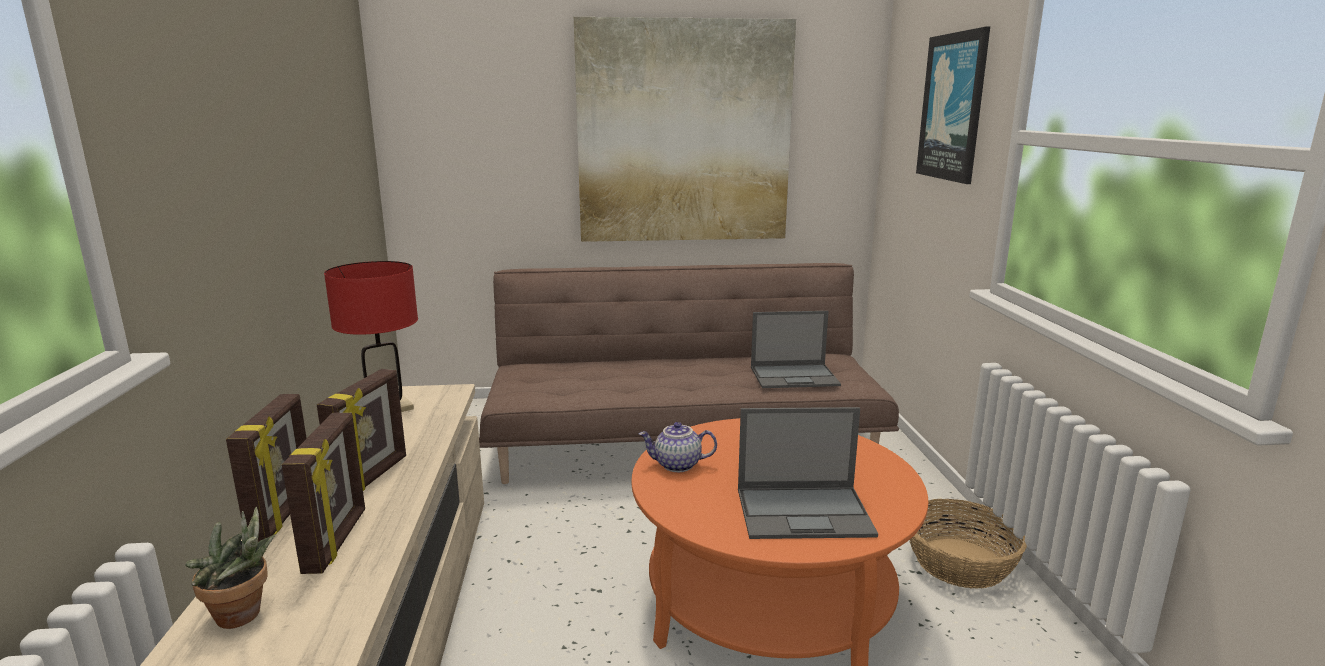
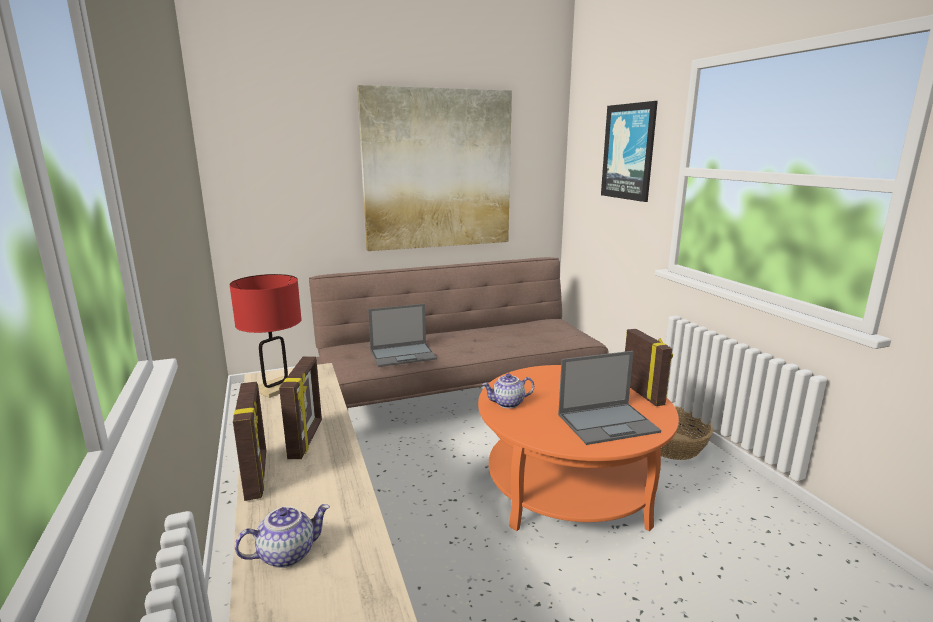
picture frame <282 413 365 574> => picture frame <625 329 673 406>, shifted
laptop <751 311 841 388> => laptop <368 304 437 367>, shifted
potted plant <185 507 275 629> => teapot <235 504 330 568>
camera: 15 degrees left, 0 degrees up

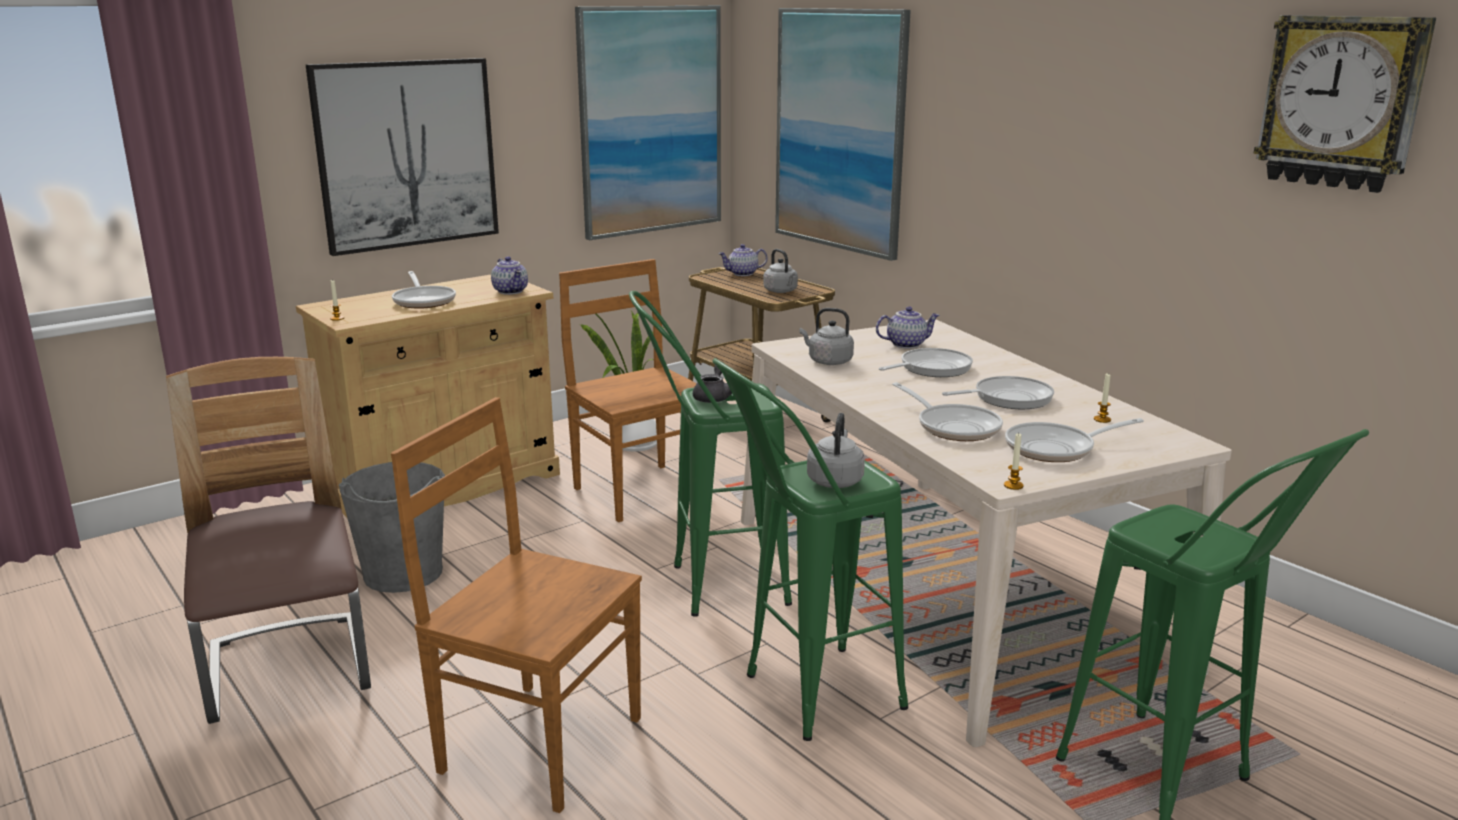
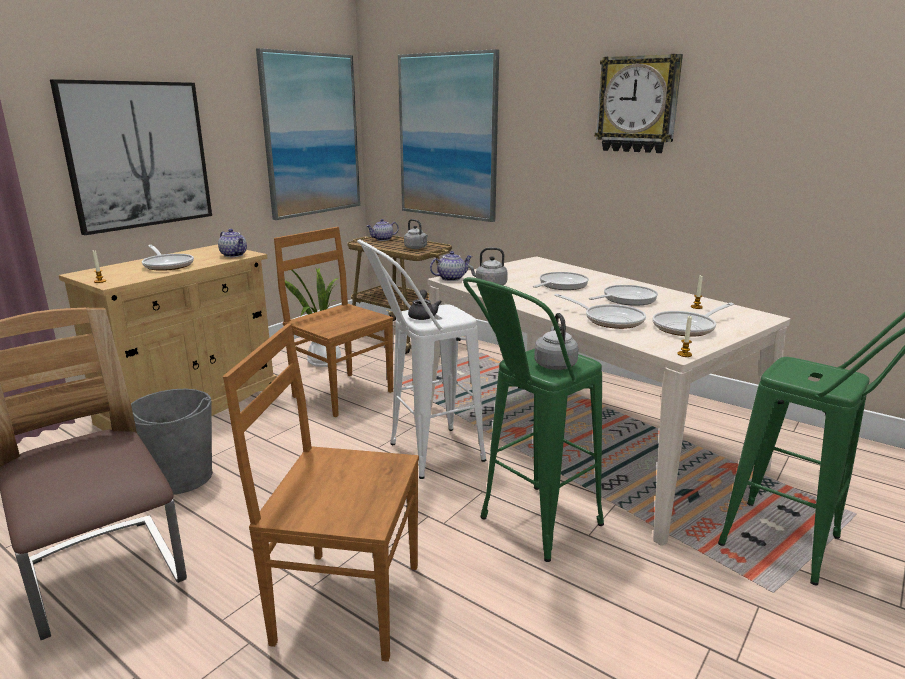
teapot <876 306 940 349> => teapot <430 251 472 281>, shifted
wall clock <1254 15 1436 193> => wall clock <595 54 683 153>, shifted
green stool <629 291 792 617> => white stool <357 239 486 479>
camera: 15 degrees left, 0 degrees up

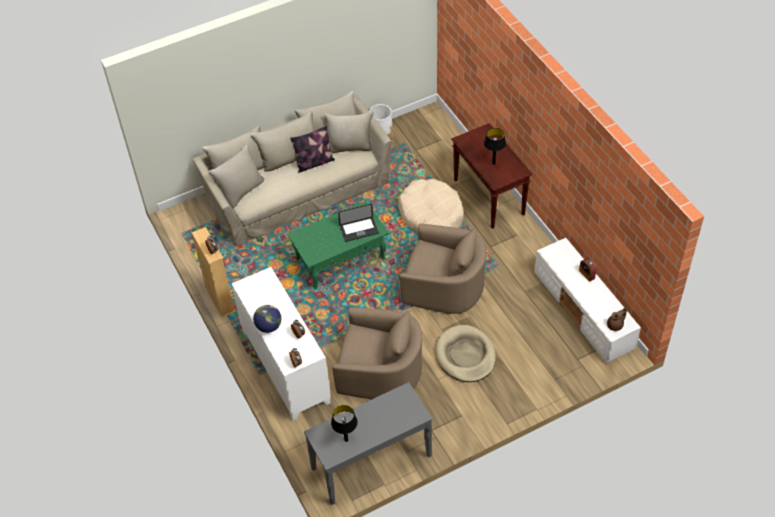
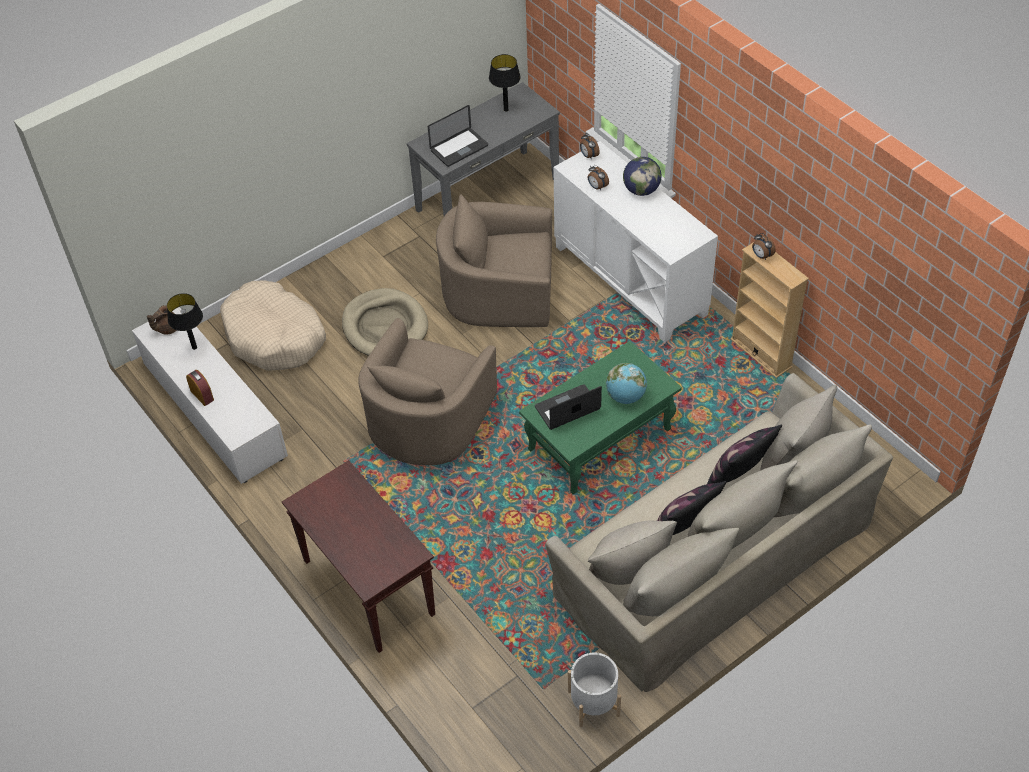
nothing => laptop <428 105 488 167>
nothing => globe <606 363 647 404>
nothing => pillow <707 425 782 484>
beige dog bed <398 179 464 233> => beige dog bed <220 280 326 371>, shifted
black table lamp <484 128 506 165> => black table lamp <167 293 203 350>, shifted
beige armchair <399 224 486 314> => beige armchair <358 318 497 465>, 75 degrees counterclockwise
camera: 170 degrees right, 0 degrees up

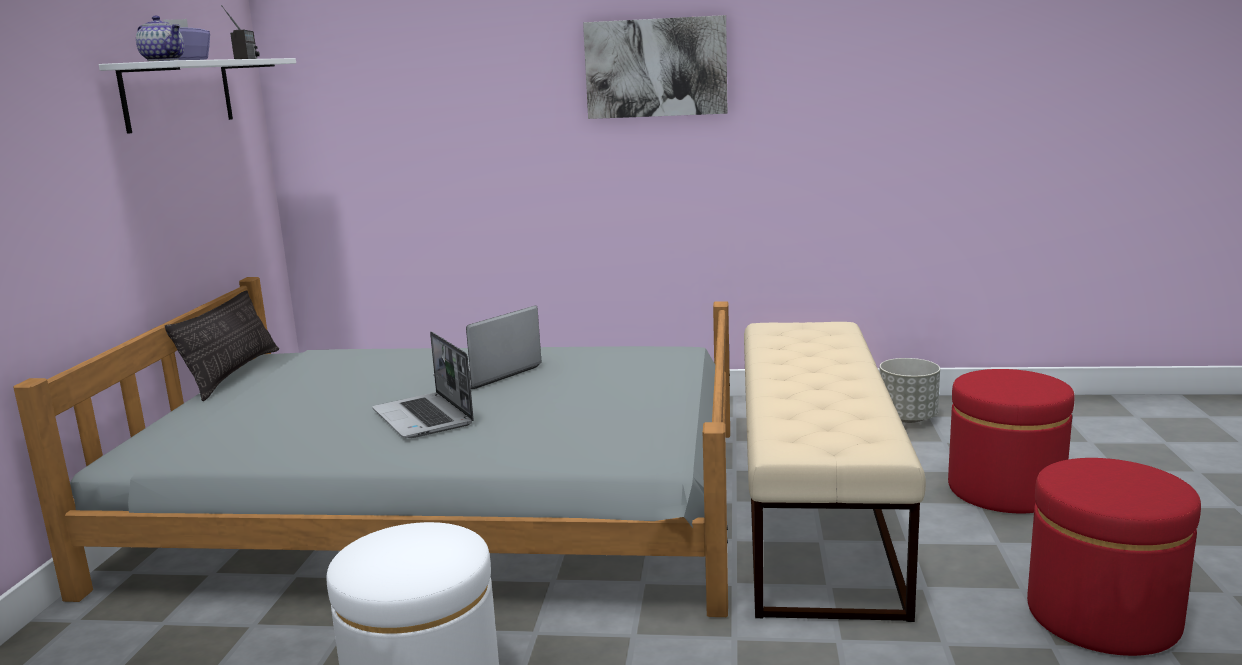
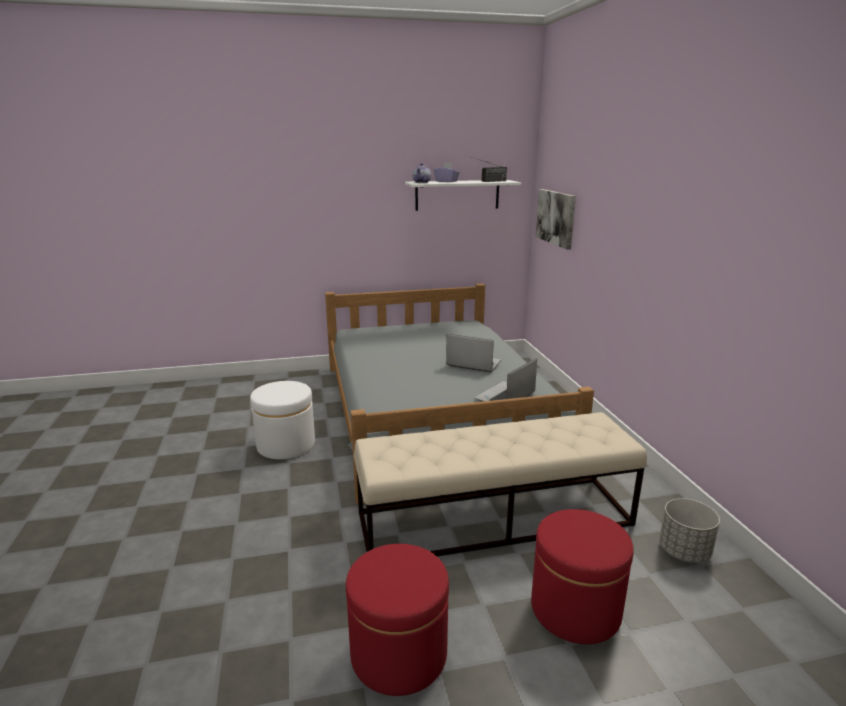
pillow <165 291 279 401> => nothing
laptop <372 331 474 438> => laptop <474 358 537 402>, shifted
picture <583 15 728 119> => picture <536 189 576 250>, shifted
camera: 70 degrees right, 5 degrees up

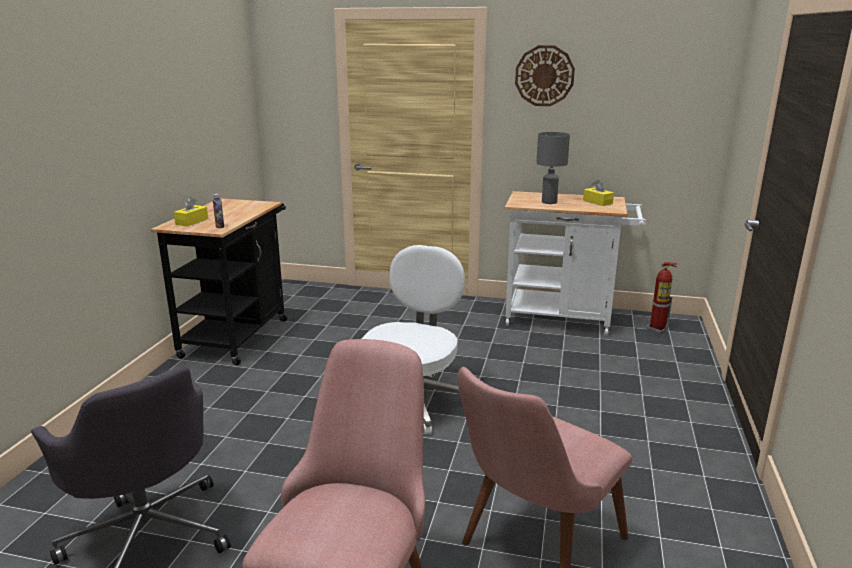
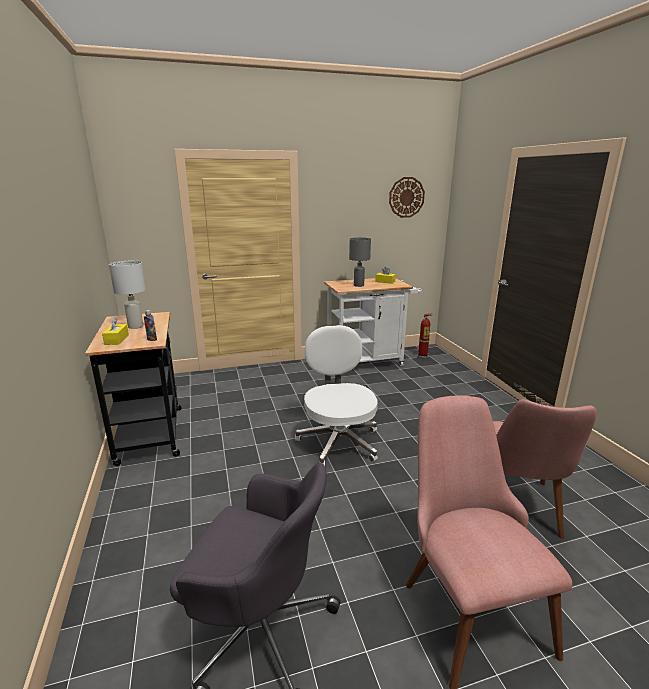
nothing => white table lamp <109 261 146 329>
wall clock <515 45 575 106> => wall clock <389 177 425 218>, shifted
camera: 30 degrees left, 0 degrees up

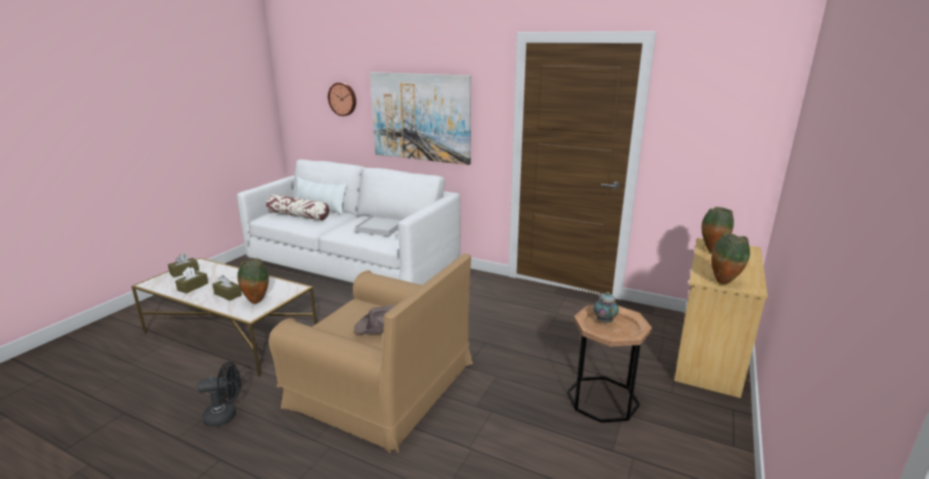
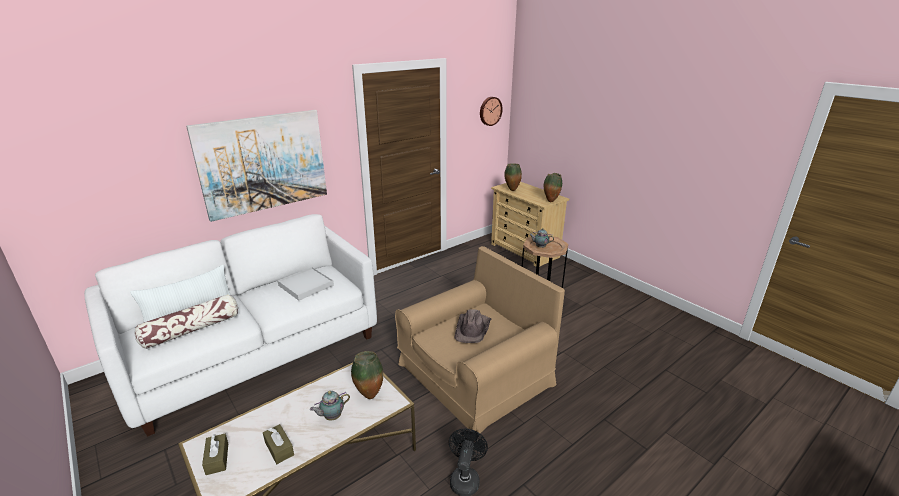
wall clock <328 82 356 116> => wall clock <480 97 503 126>, shifted
brown tissue box <212 275 242 301> => teapot <310 391 350 421>
camera: 65 degrees left, 5 degrees up

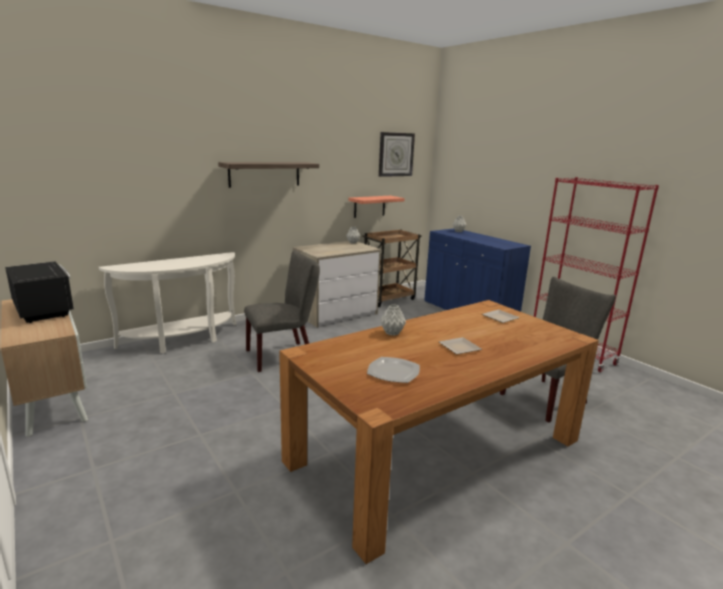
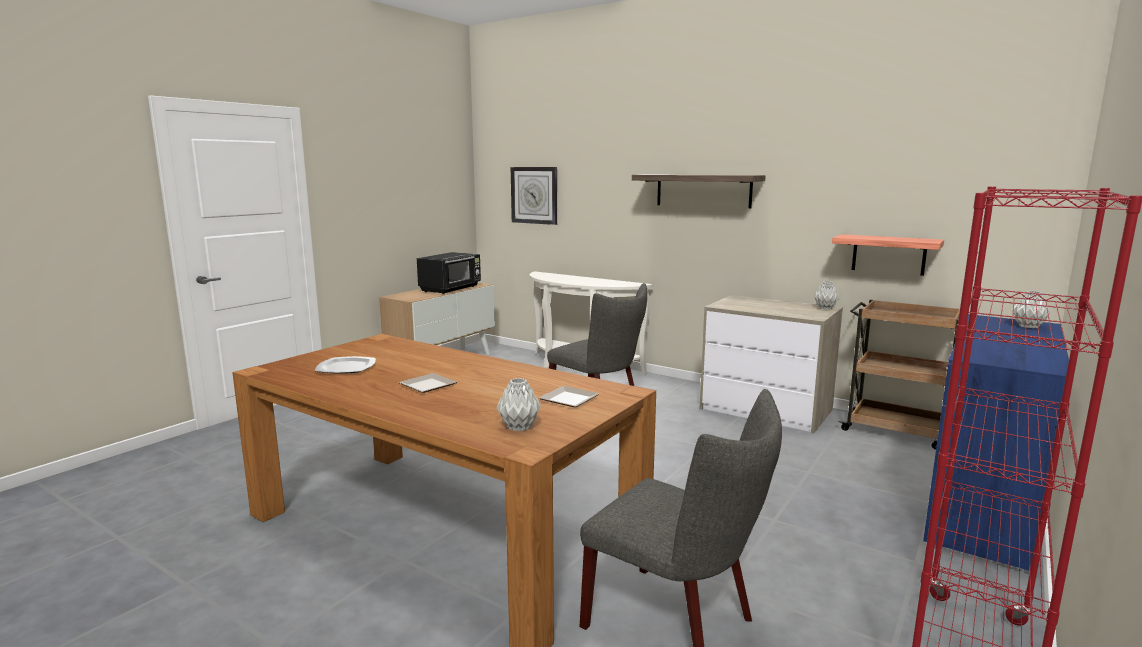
wall clock <379 132 415 177> => wall clock <511 167 557 225>, shifted
grey vase <380 304 406 336> => grey vase <497 378 541 431>, shifted
camera: 70 degrees right, 5 degrees down

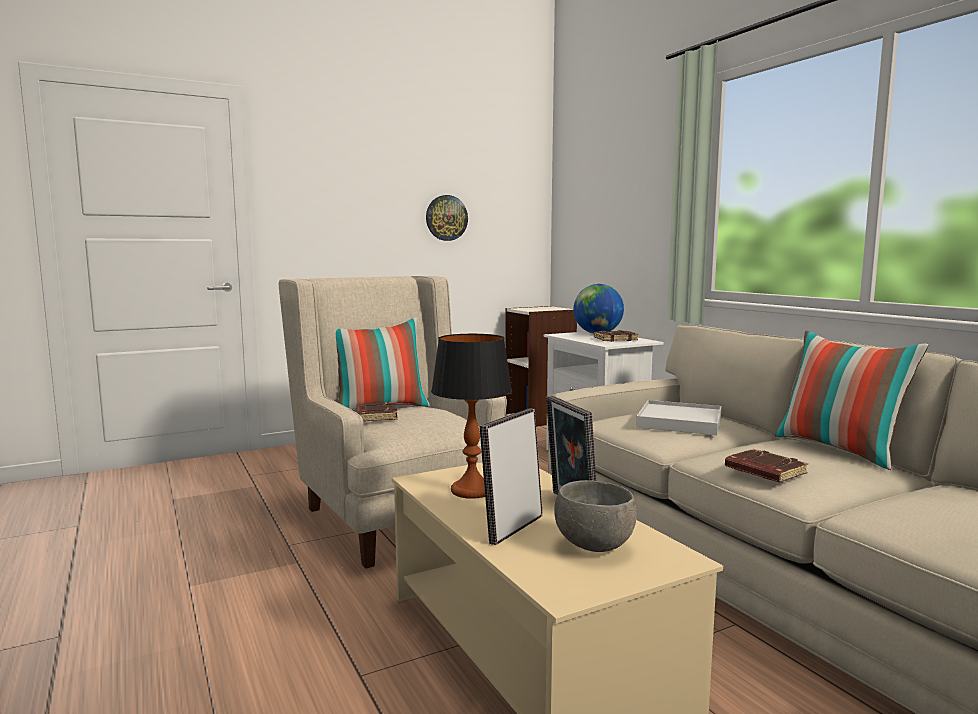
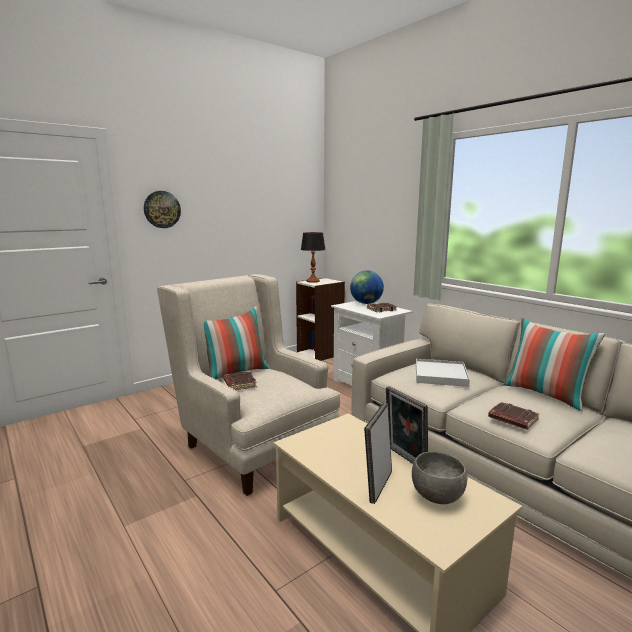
wall clock <426 195 468 241> => wall clock <144 191 181 228>, shifted
table lamp <431 334 512 499> => table lamp <301 232 326 283>, shifted
camera: 10 degrees left, 5 degrees up

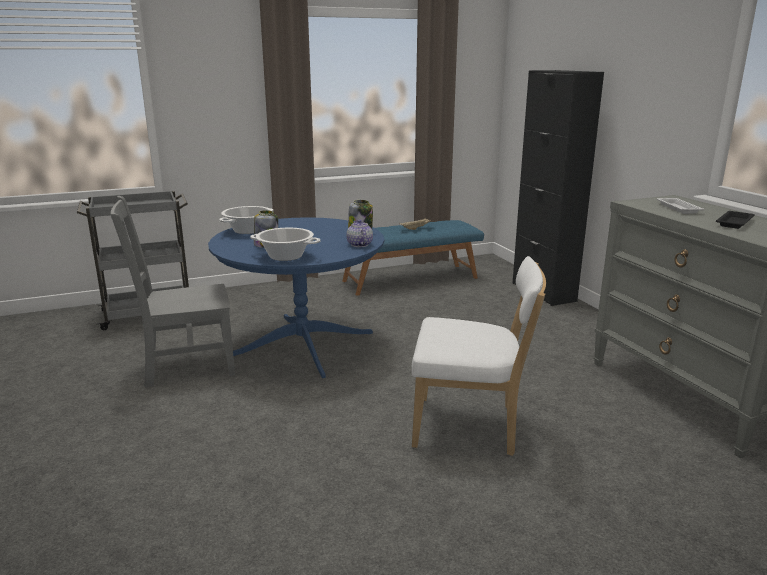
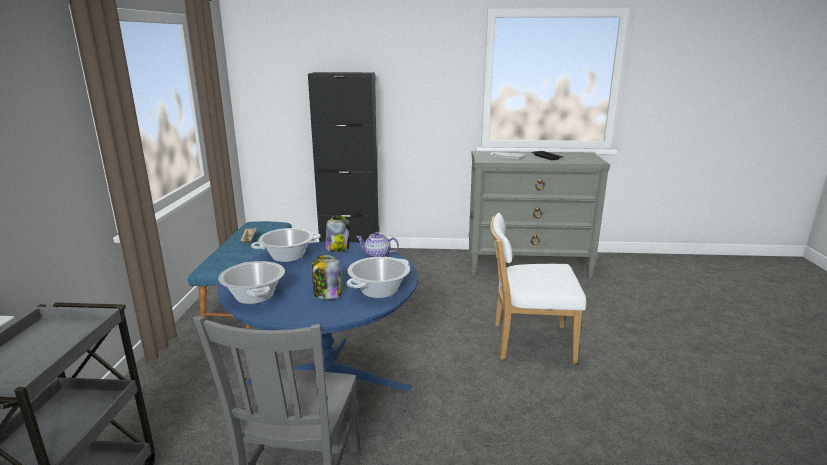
nothing => cooking pot <251 228 321 262>
white chair <412 256 546 456> => white chair <490 213 586 364>, 120 degrees counterclockwise
camera: 65 degrees left, 0 degrees up

